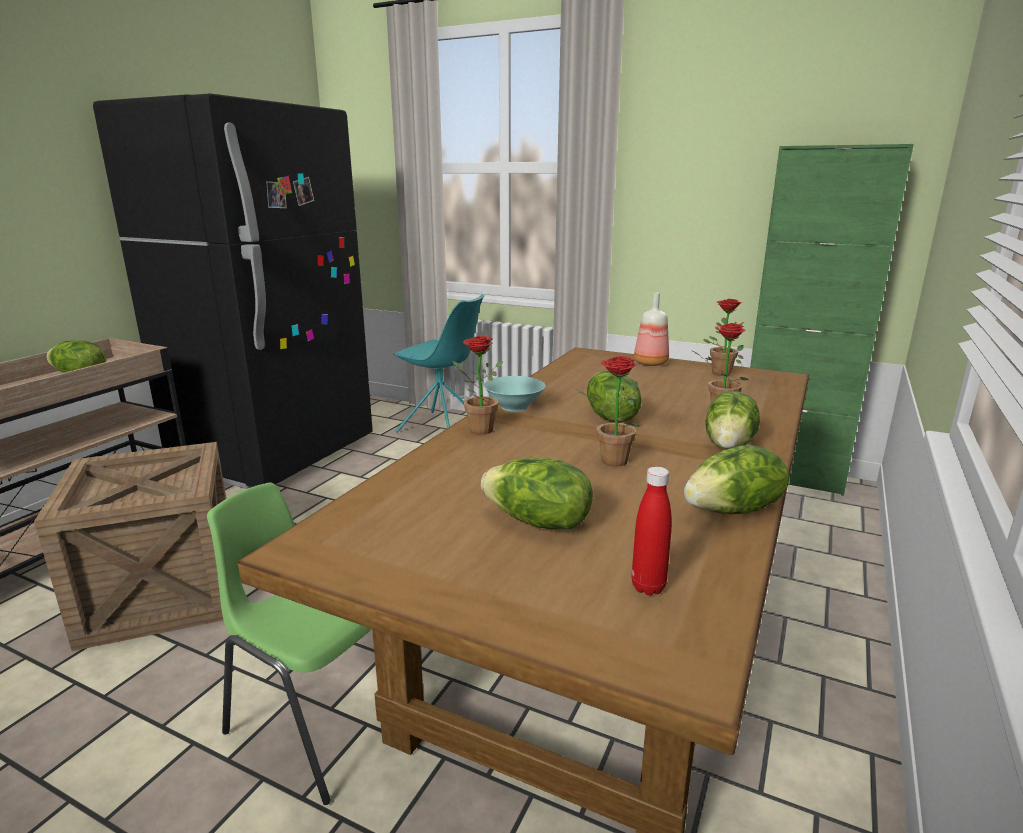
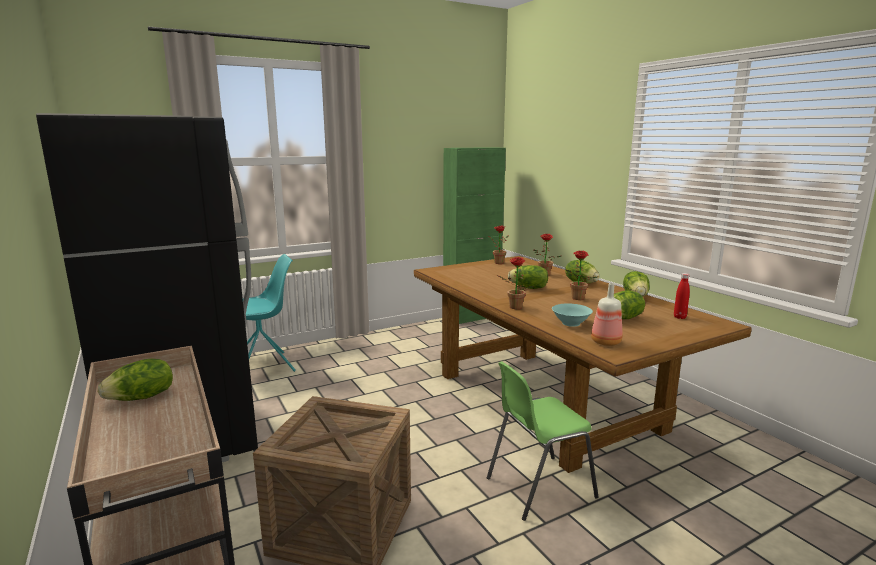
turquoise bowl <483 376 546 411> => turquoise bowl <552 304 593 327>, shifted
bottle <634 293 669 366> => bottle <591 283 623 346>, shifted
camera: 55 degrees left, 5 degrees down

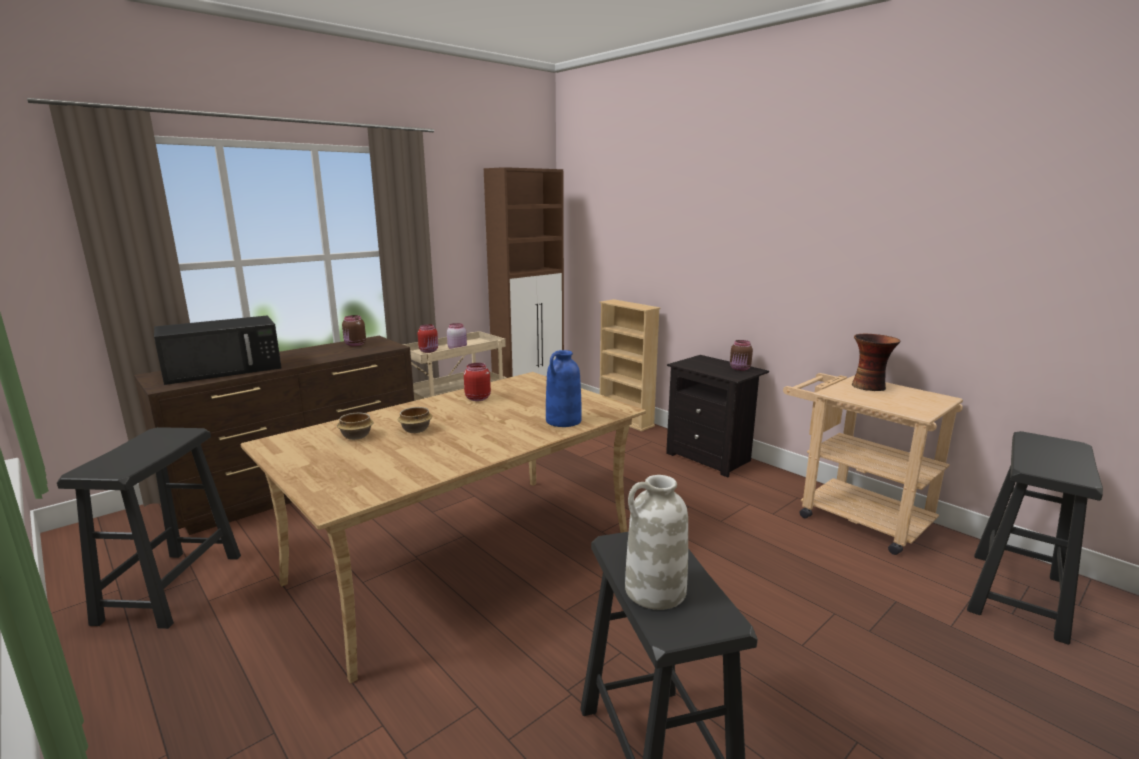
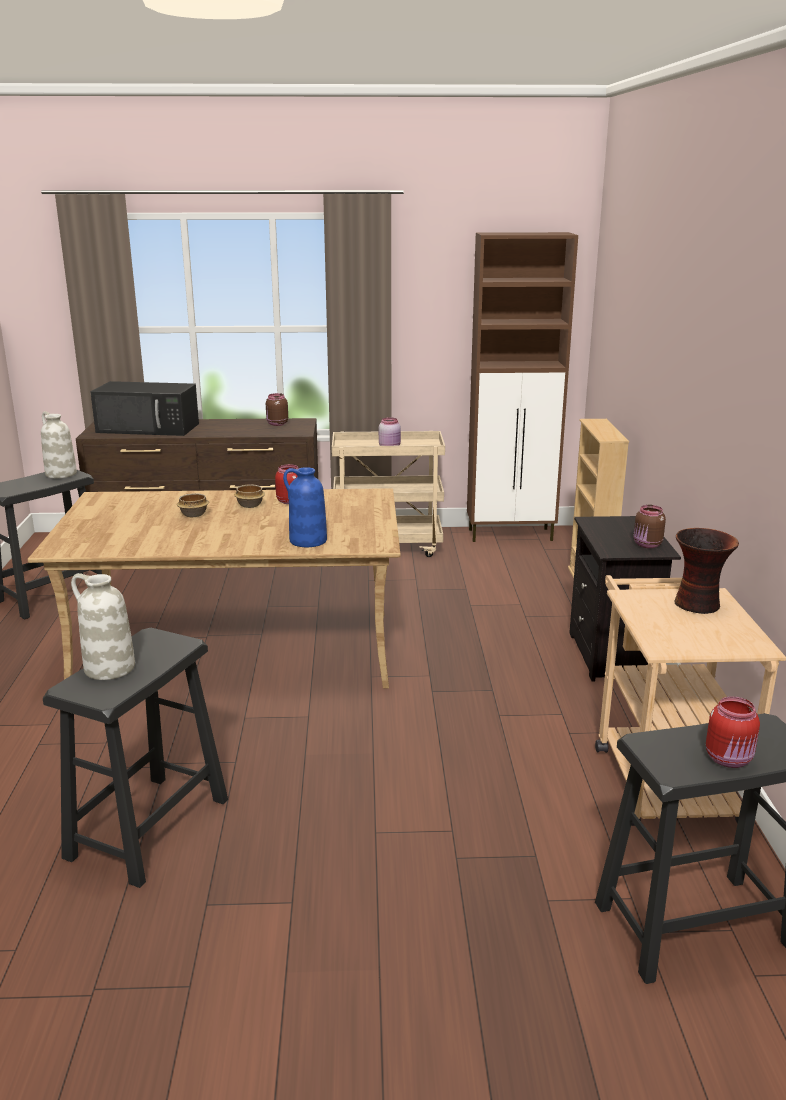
nothing => white vase <41 411 77 478>
bowl <337 413 374 440> => bowl <234 484 265 508>, shifted
red jar <418 324 438 353> => red jar <706 696 760 768>, shifted
camera: 40 degrees right, 5 degrees up

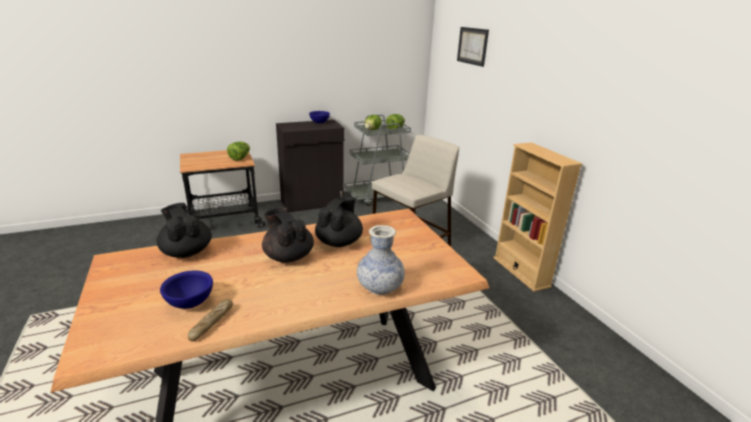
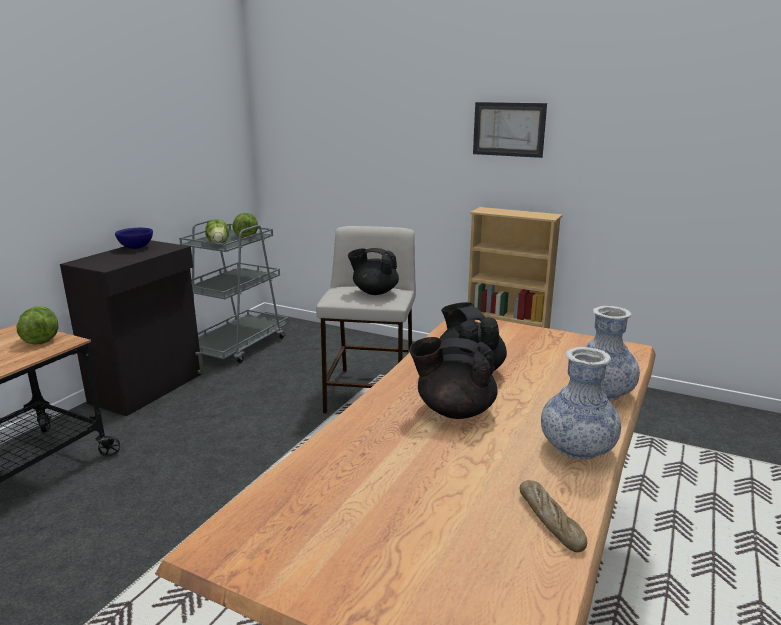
blue bowl <160 271 213 309> => nothing
nothing => vase <541 347 621 460>
black teapot <157 203 212 258> => black teapot <348 248 399 295>, shifted
picture <457 27 489 67> => picture <473 102 547 158>, shifted
camera: 40 degrees left, 5 degrees down

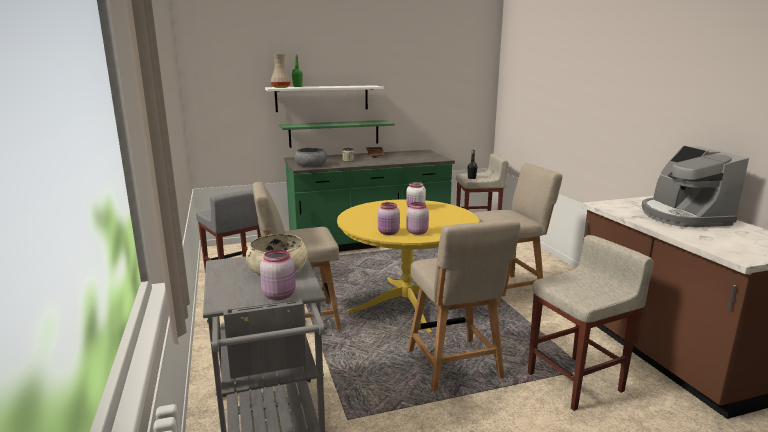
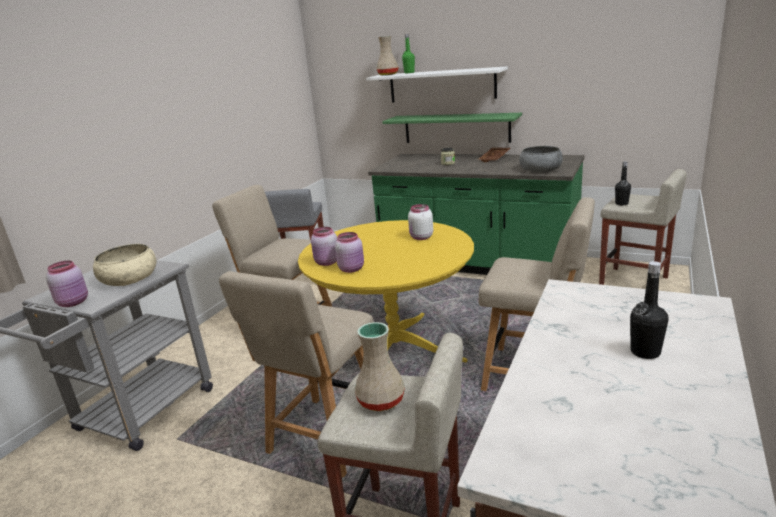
nothing => beige vase <355 322 405 411>
grey bowl <294 148 327 167> => grey bowl <519 146 563 172>, shifted
coffee machine <642 146 749 227> => black bottle <630 261 668 359>
camera: 45 degrees right, 5 degrees up

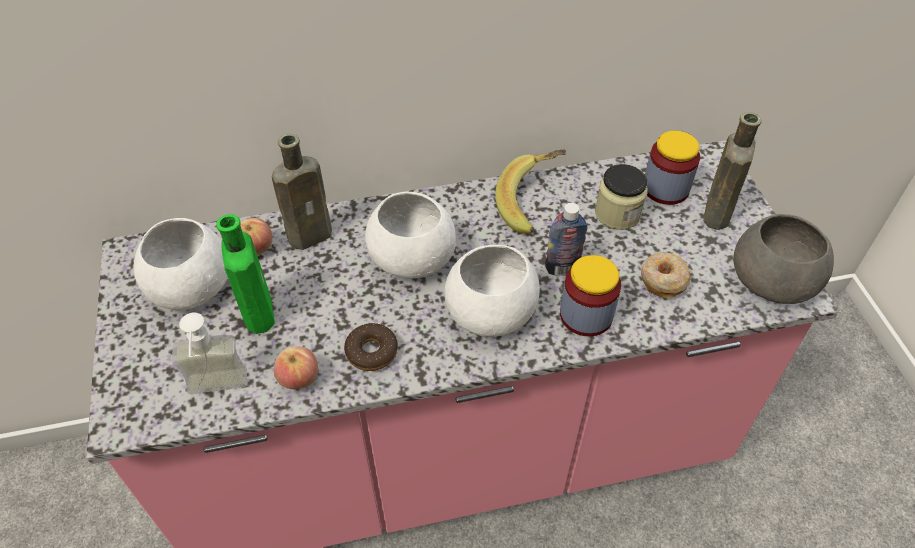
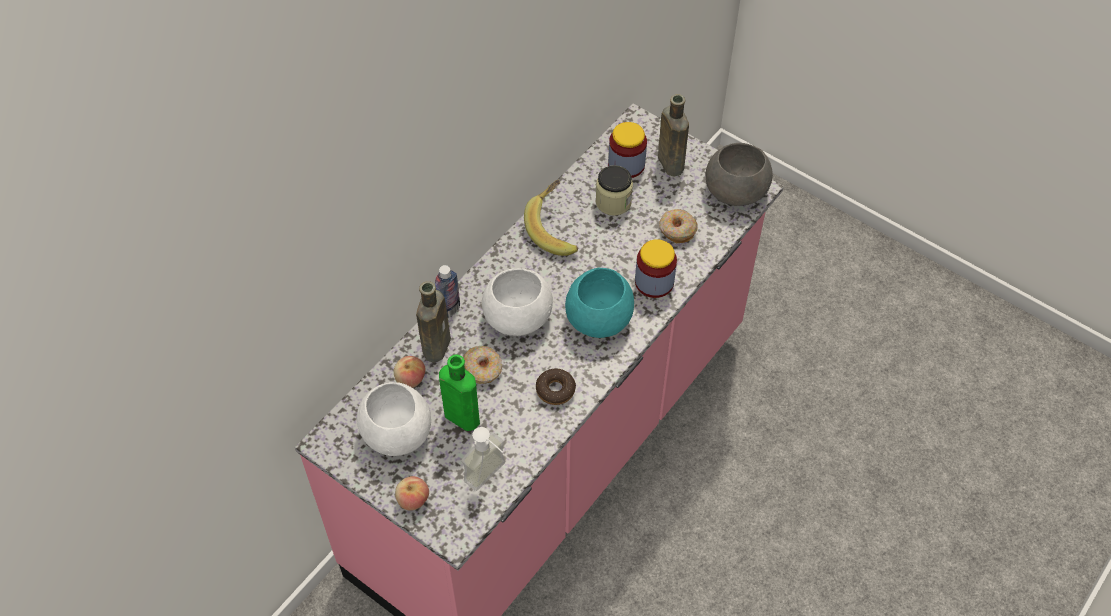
nothing => donut <463 346 502 384>
apple <274 346 318 389> => apple <395 476 429 511>, shifted
bottle <545 203 588 276> => bottle <435 265 460 318>, shifted
white bowl <444 245 540 337> => turquoise bowl <565 268 634 338>
camera: 40 degrees left, 5 degrees up

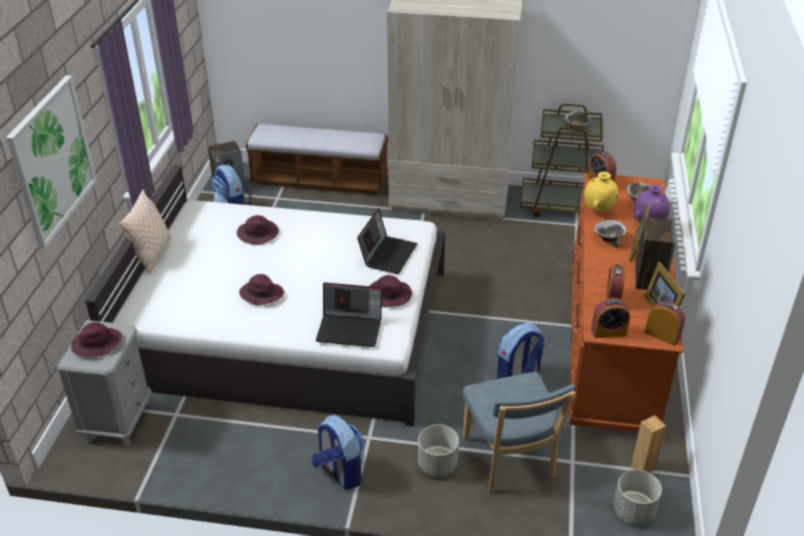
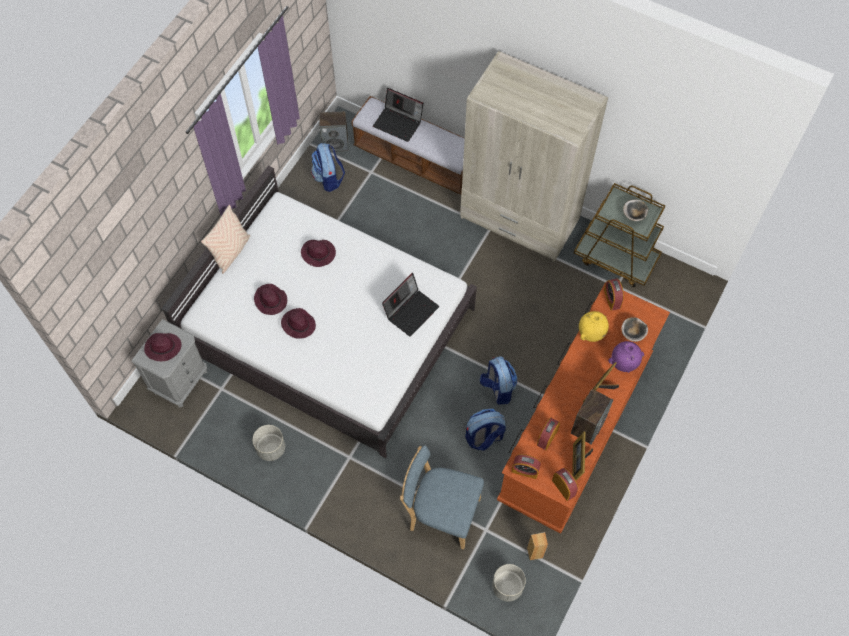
picture <6 75 97 249> => nothing
bowl <594 220 626 247> => nothing
backpack <312 415 364 490> => backpack <480 356 517 404>, shifted
laptop <316 283 382 347> => laptop <373 88 424 142>, shifted
purple hat <370 275 412 307> => purple hat <254 284 287 315>, shifted
grey planter <418 425 459 477> => grey planter <253 425 285 461>, shifted
blue chair <463 372 576 492> => blue chair <400 445 484 550>, 105 degrees clockwise
camera: 20 degrees right, 25 degrees up

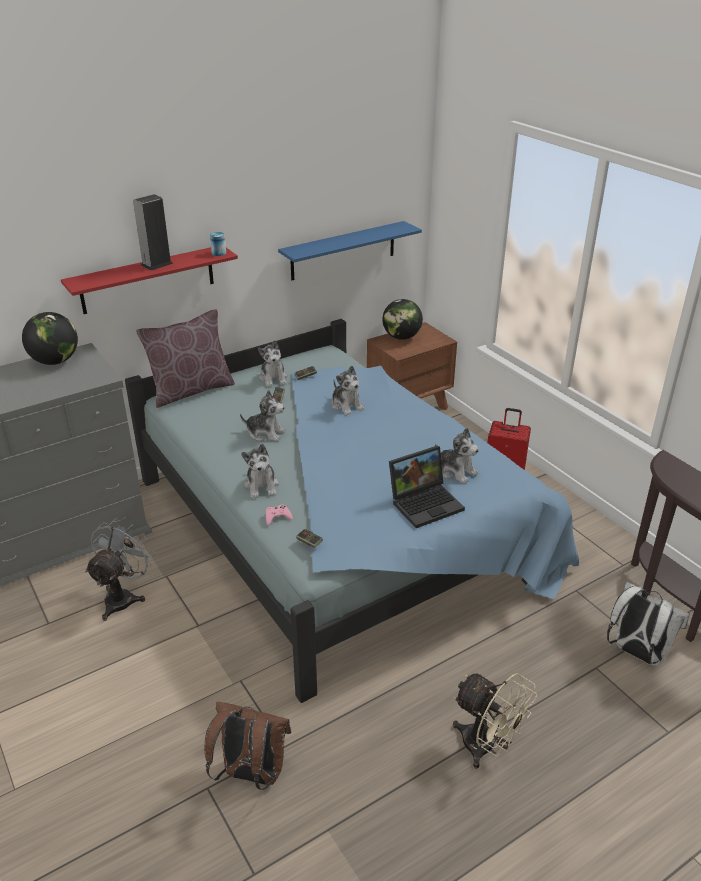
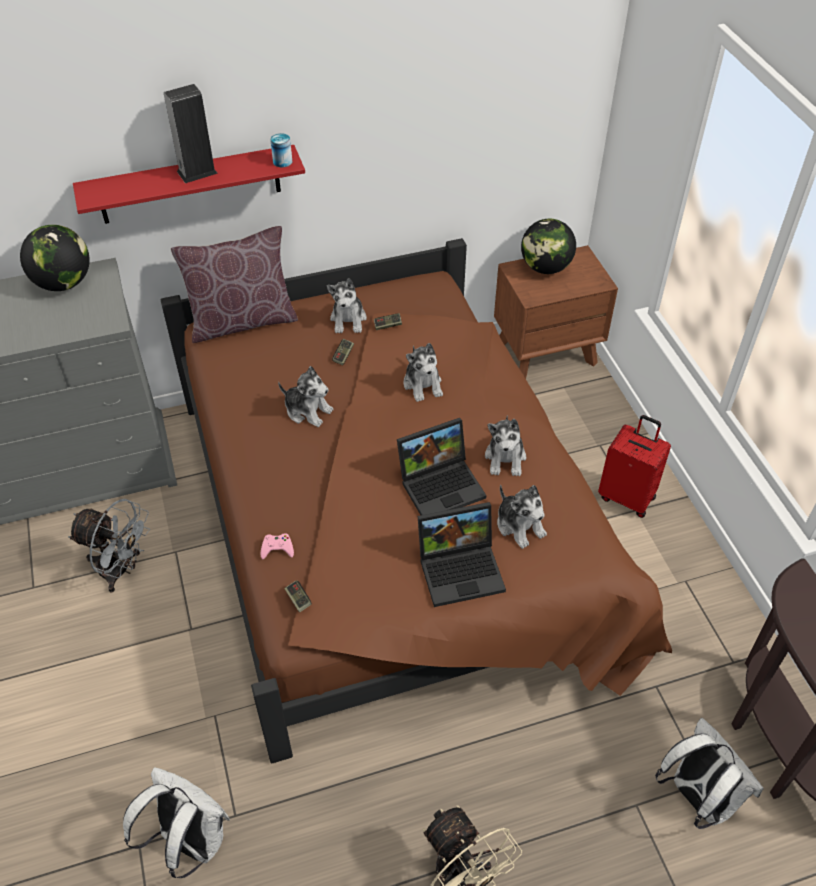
blue shelf <278 221 422 280> => nothing
nothing => laptop <397 418 486 515>
plush toy <241 444 279 499> => plush toy <485 415 526 476>, shifted
blue bed <125 319 579 703> => brown bed <161 238 672 763>
brown backpack <204 702 291 790> => white backpack <123 767 230 878>
grey fan <85 518 155 621> => grey fan <68 499 150 592>, 75 degrees clockwise
camera: 15 degrees right, 15 degrees up

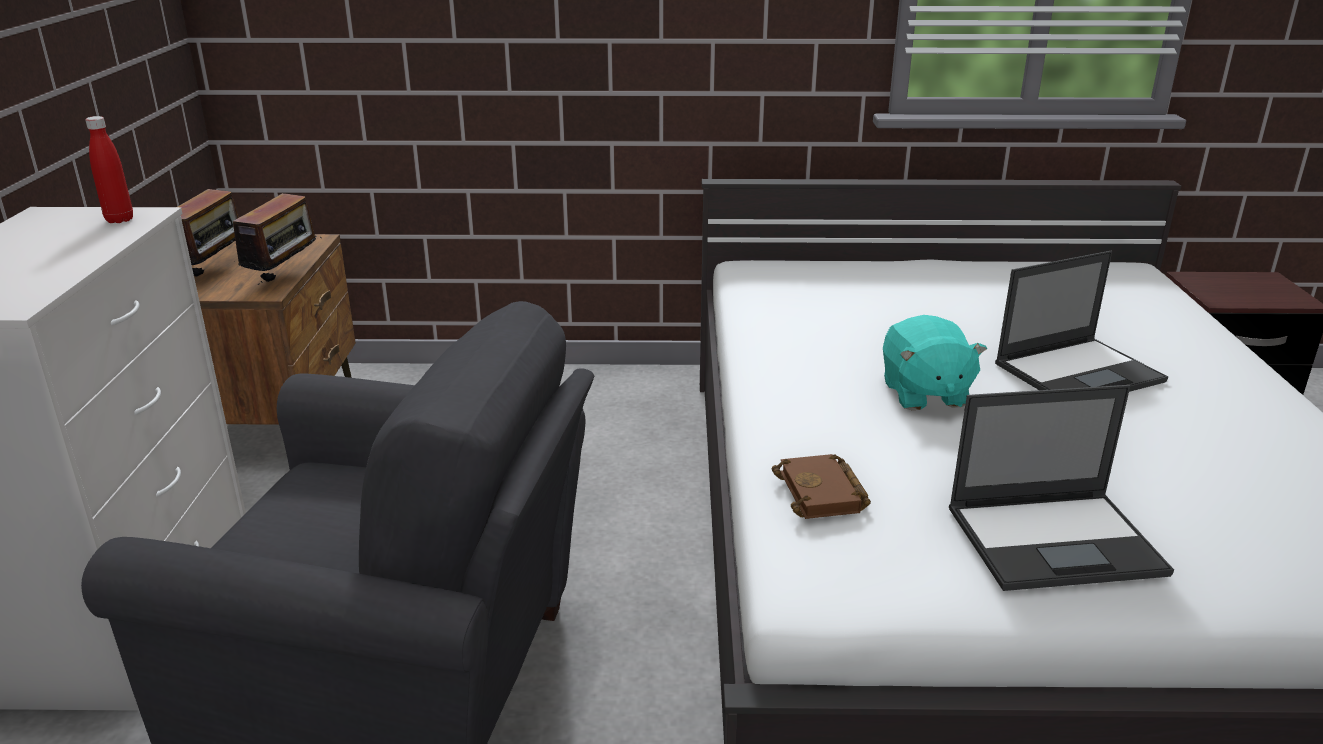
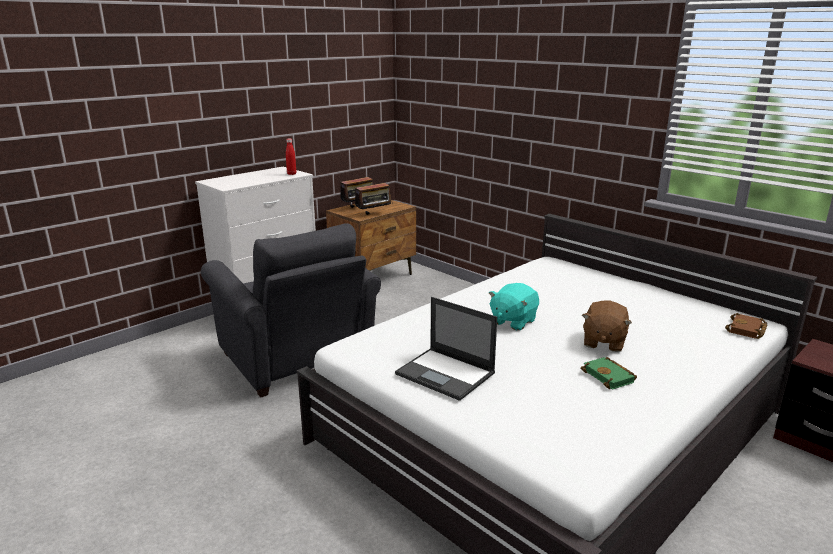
nothing => green book <581 357 637 390>
brown book <771 454 871 519> => brown book <725 313 767 339>, shifted
laptop <995 251 1168 392> => brown plush toy <582 300 632 352>
camera: 45 degrees right, 5 degrees down

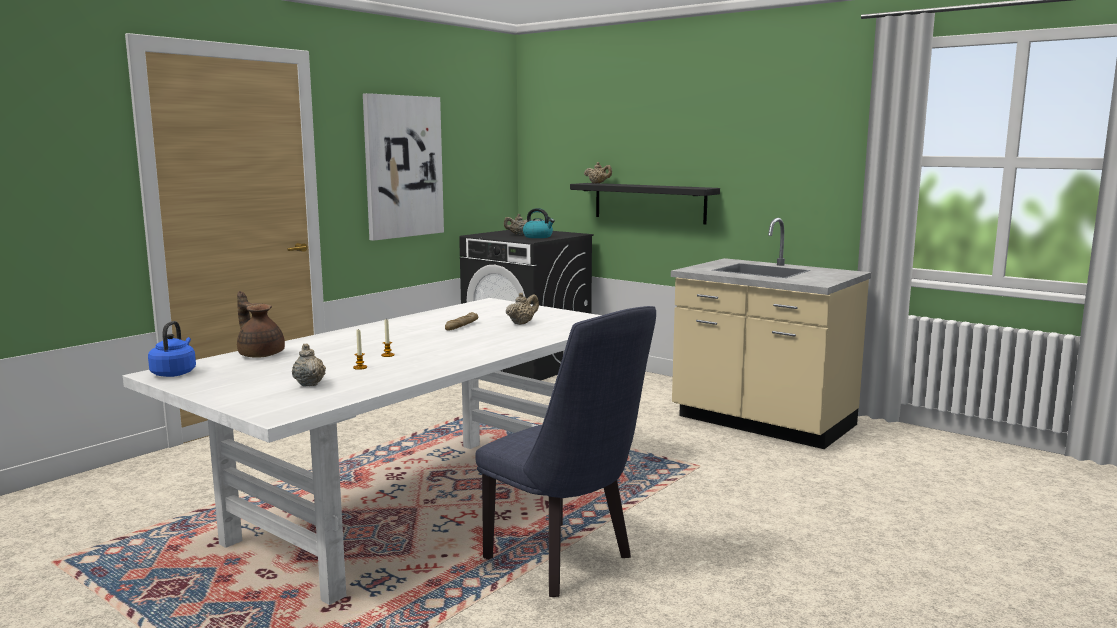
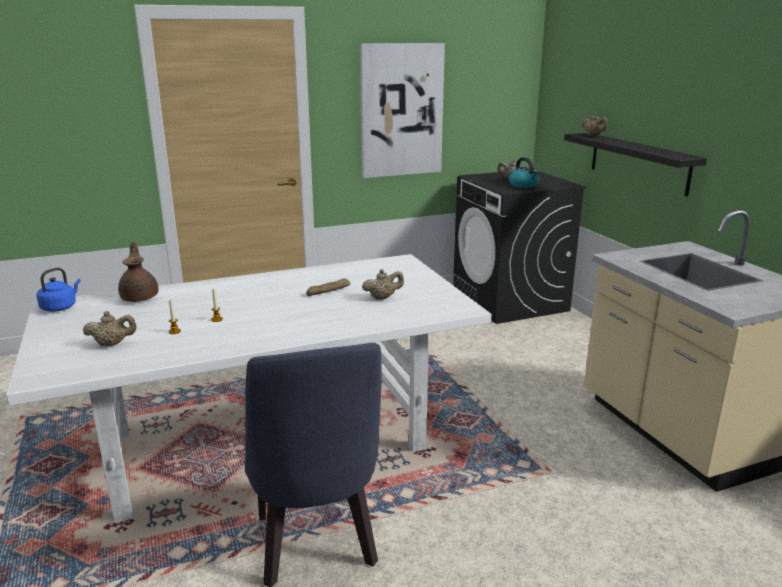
beige teapot <292 343 326 386> => beige teapot <83 311 137 346>, 75 degrees clockwise
camera: 30 degrees right, 10 degrees up

